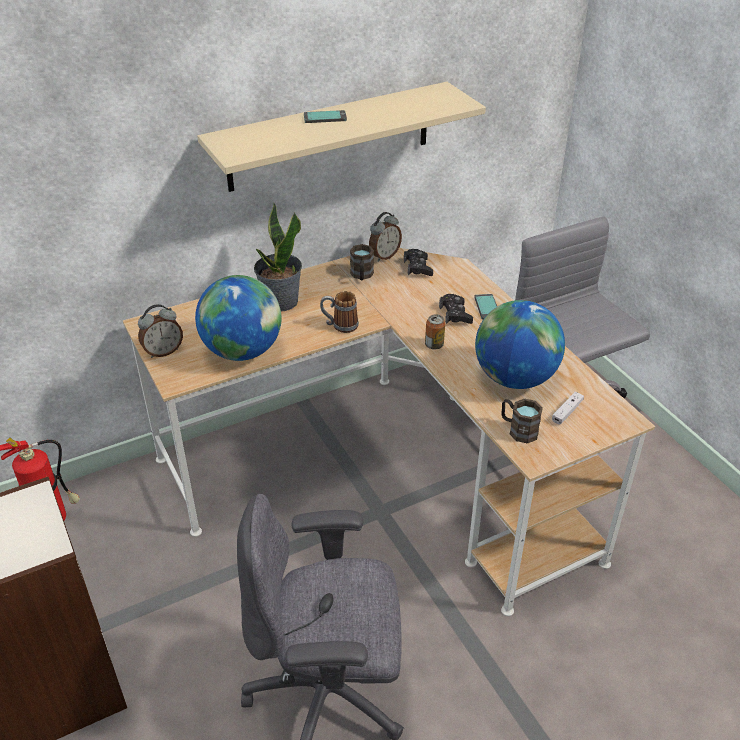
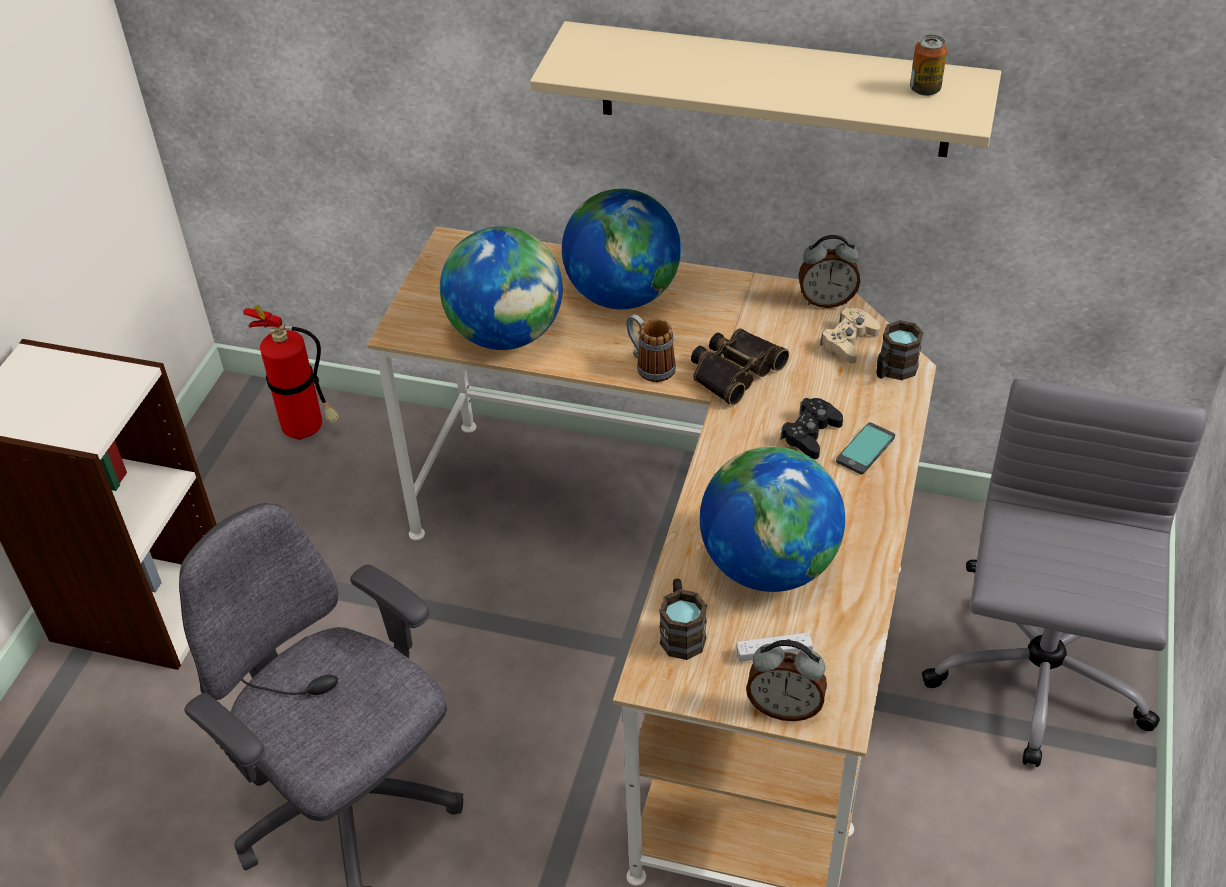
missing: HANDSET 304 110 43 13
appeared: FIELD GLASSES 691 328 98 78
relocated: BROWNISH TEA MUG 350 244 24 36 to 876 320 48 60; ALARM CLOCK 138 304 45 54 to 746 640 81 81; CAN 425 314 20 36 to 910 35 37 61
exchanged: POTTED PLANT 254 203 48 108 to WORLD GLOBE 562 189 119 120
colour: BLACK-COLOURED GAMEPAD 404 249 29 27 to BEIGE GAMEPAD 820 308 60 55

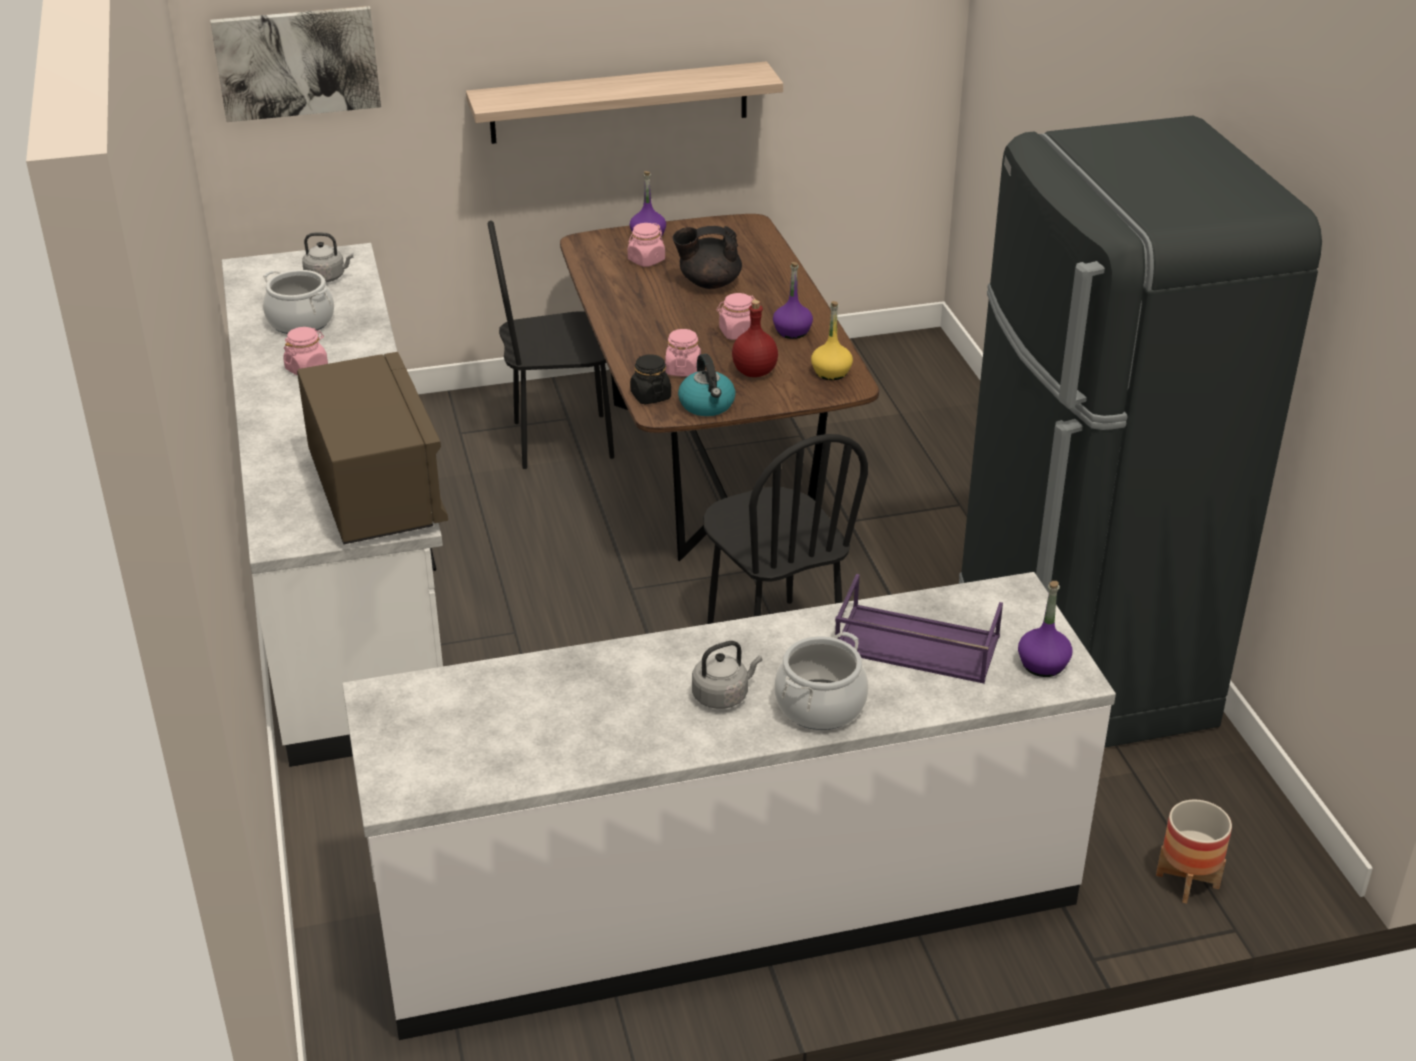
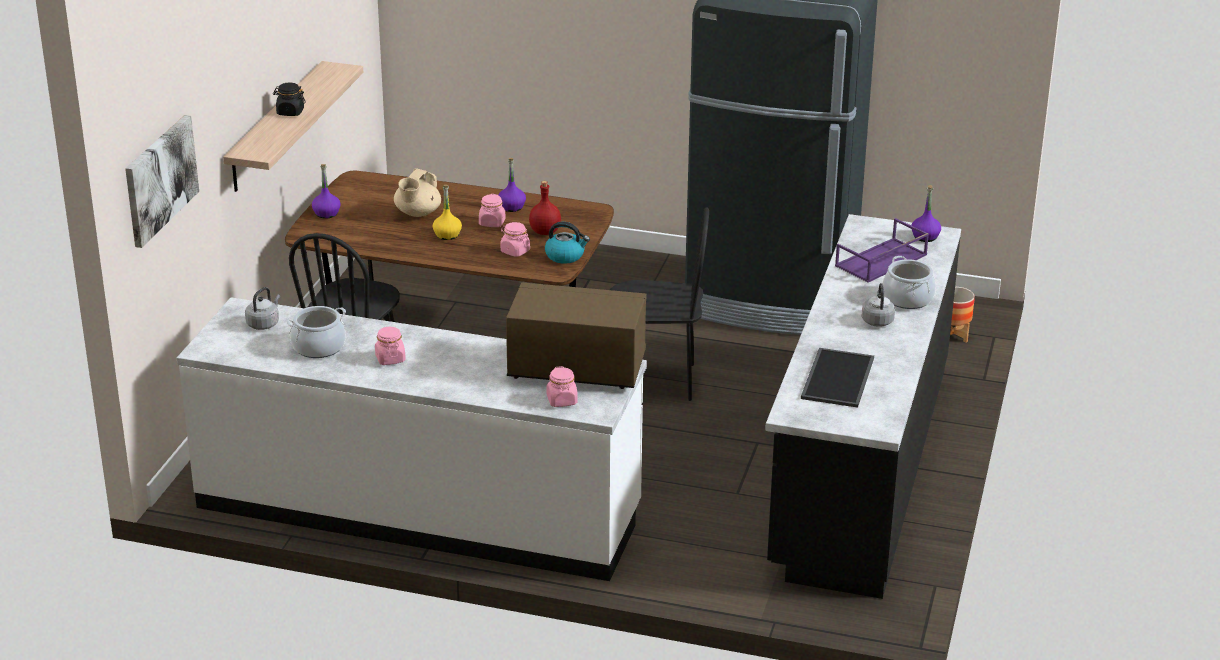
appeared: CARRYING TRAY 801 348 73 60
relocated: PINK JAR 628 223 37 44 to 547 366 31 41; YELLOWISH BEVERAGE BOTTLE 811 301 42 79 to 433 185 29 55; BLACK-COLOURED JAR 630 355 41 49 to 273 83 33 33
colour: BLACK-COLOURED TEA POT 673 226 69 63 to BEIGE TEA POT 394 168 47 49; WHITE KITCHEN BASE UNIT 342 572 774 468 to BLACK-COLOURED KITCHEN BASE UNIT 765 214 196 385

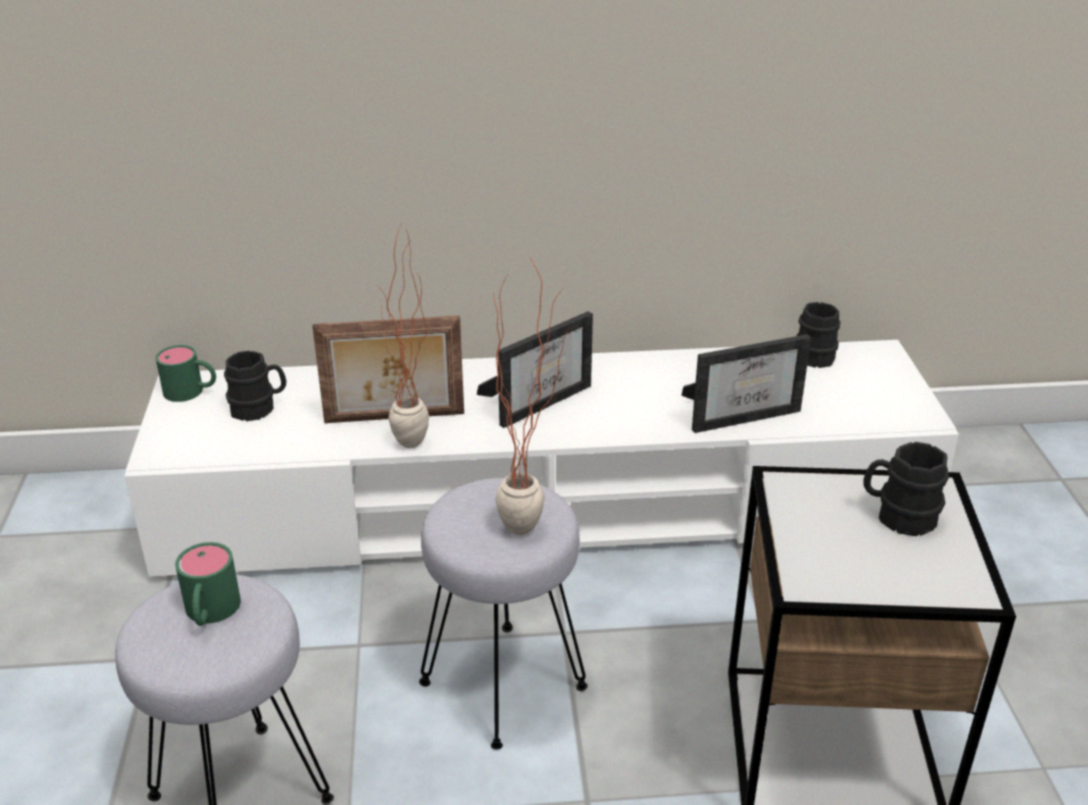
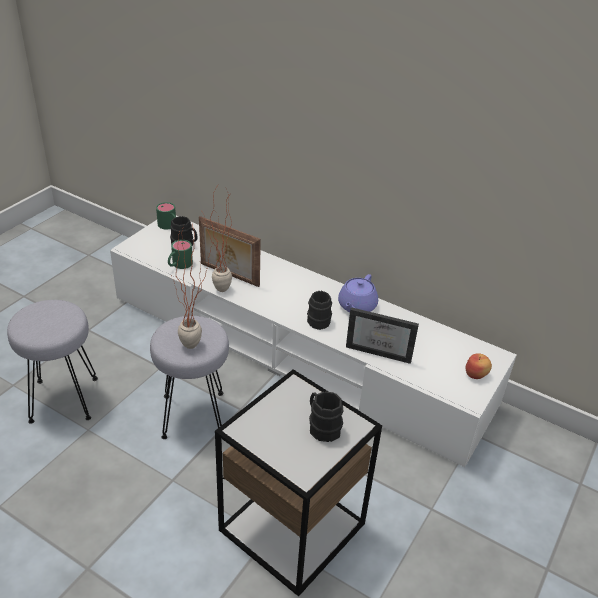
missing: PICTURE FRAME 477 311 116 117
appeared: PURPLE TEA POT 338 274 40 39; WHOLE APPLE 466 353 26 26
relocated: BLACK-COLOURED TEA MUG 797 302 43 66 to 307 291 25 39; GREENISH TEA MUG 175 542 66 84 to 168 240 25 29

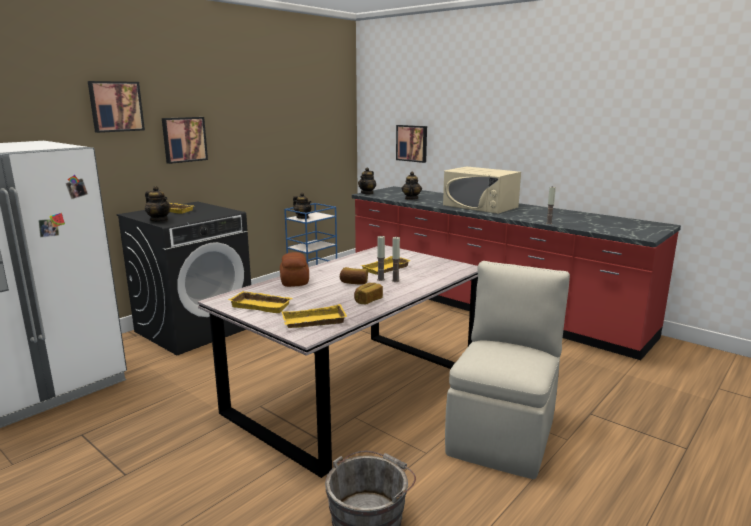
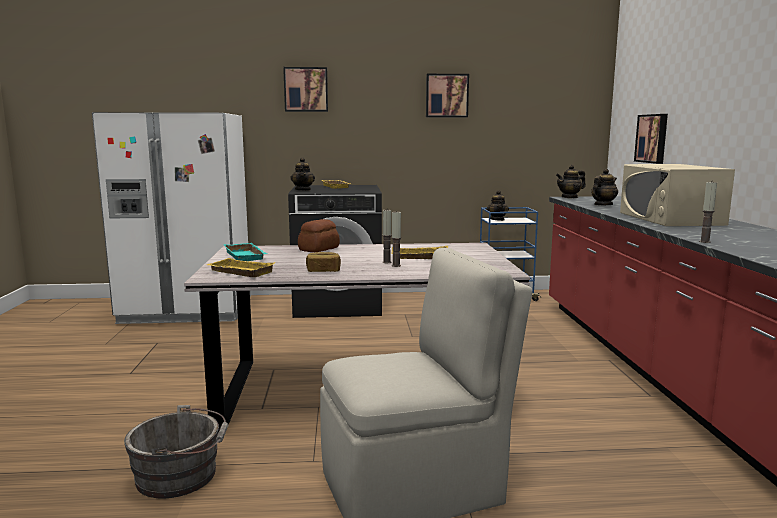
missing: BAKERY BREAD 340 267 28 18
relocated: WALL PICTURE 162 117 46 47 to 426 74 43 43
colour: YELLOWISH CARRYING TRAY 228 291 65 22 to TURQUOISE CARRYING TRAY 224 243 43 18

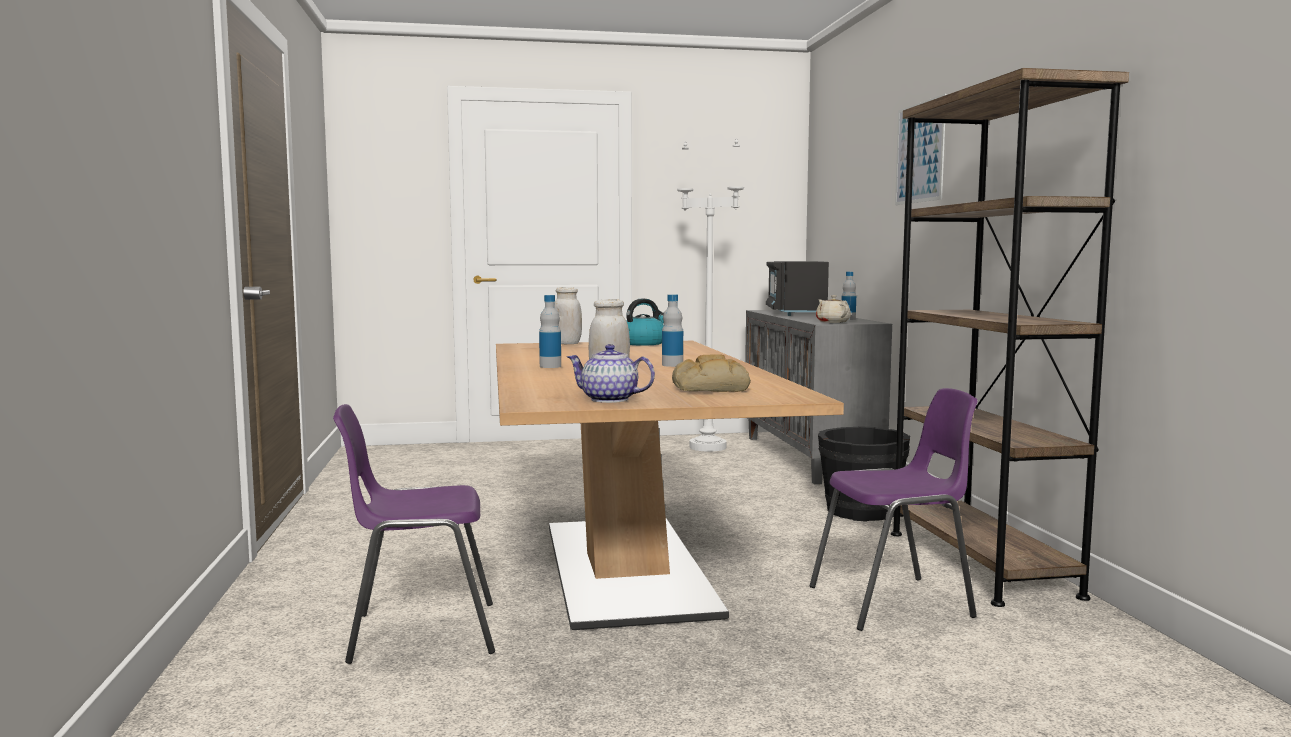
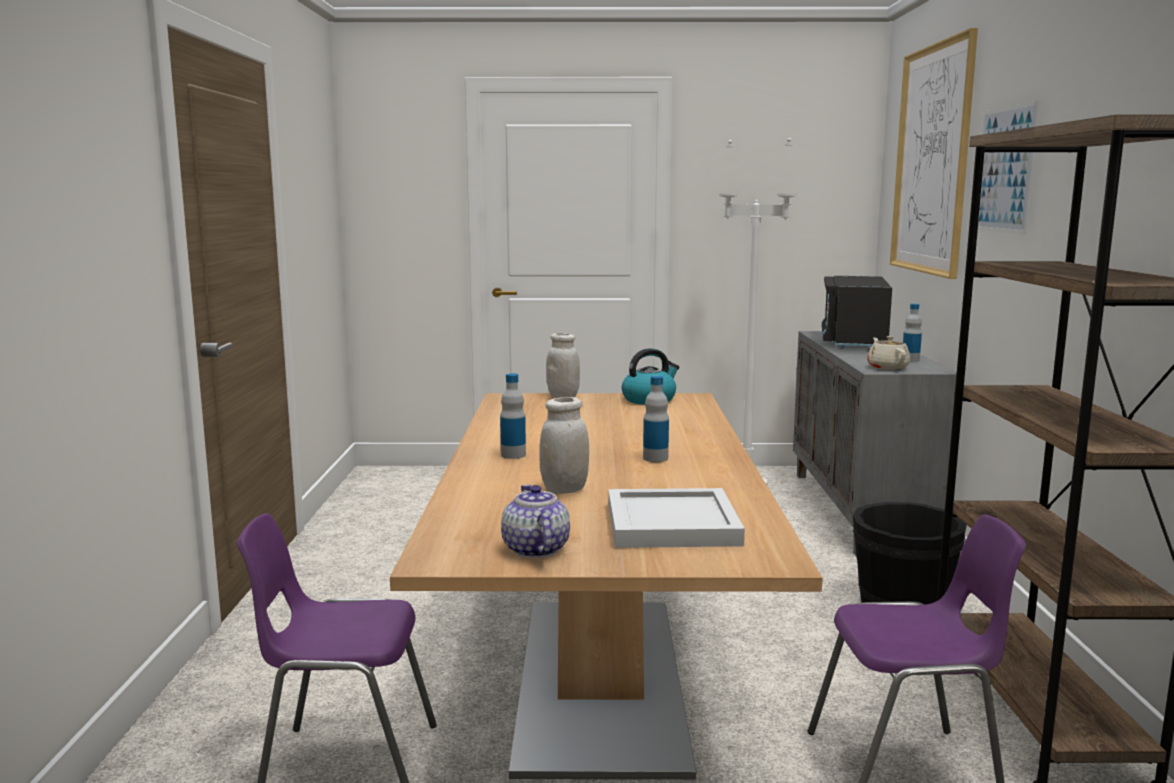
appeared: WALL PICTURE 890 28 88 251
exchanged: BAKERY BREAD 672 354 79 38 to WHITE CARRYING TRAY 608 488 137 60
spun: TEA POT 567 344 88 59 = 501 485 69 73 45 degrees clockwise

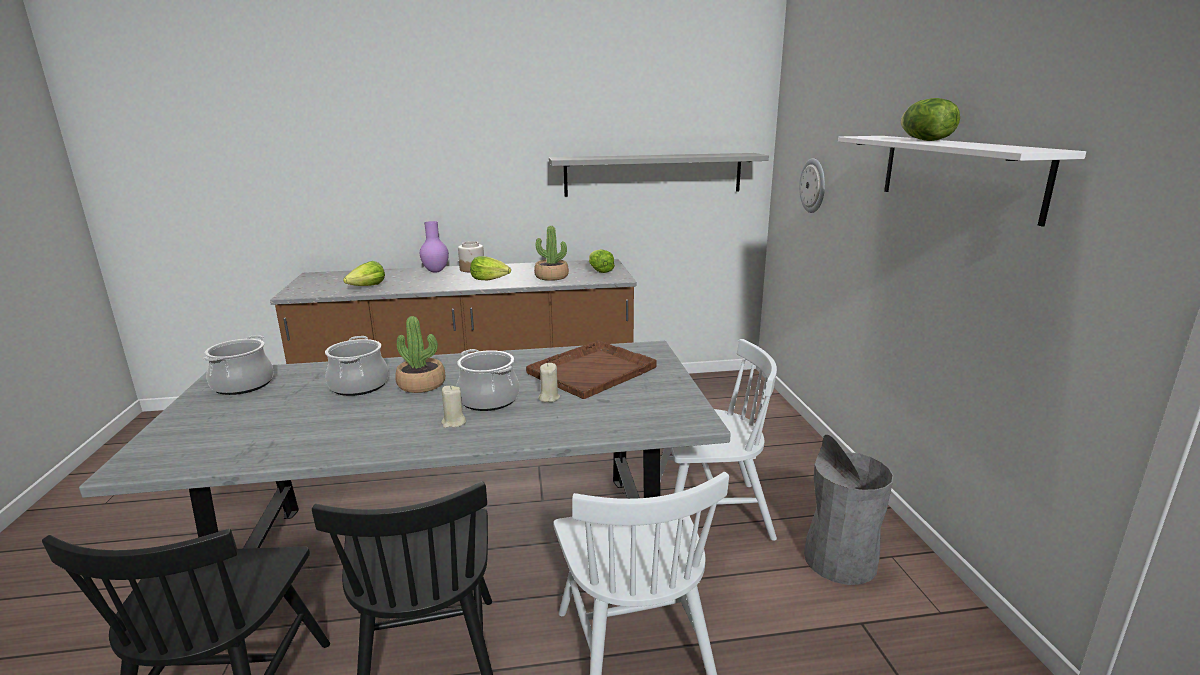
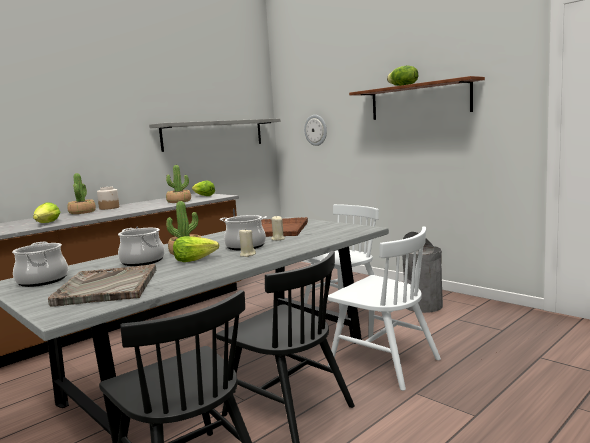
appeared: GREYISH CARRYING TRAY 48 264 108 42
relocated: LETTUCE 470 256 41 24 to 173 236 46 26
exchanged: PURPLE FLOWER VASE 420 221 29 51 to POTTED PLANT 67 173 29 41
colour: WHITE WALL SHELF 838 136 248 90 to BROWNISH WALL SHELF 349 76 136 44

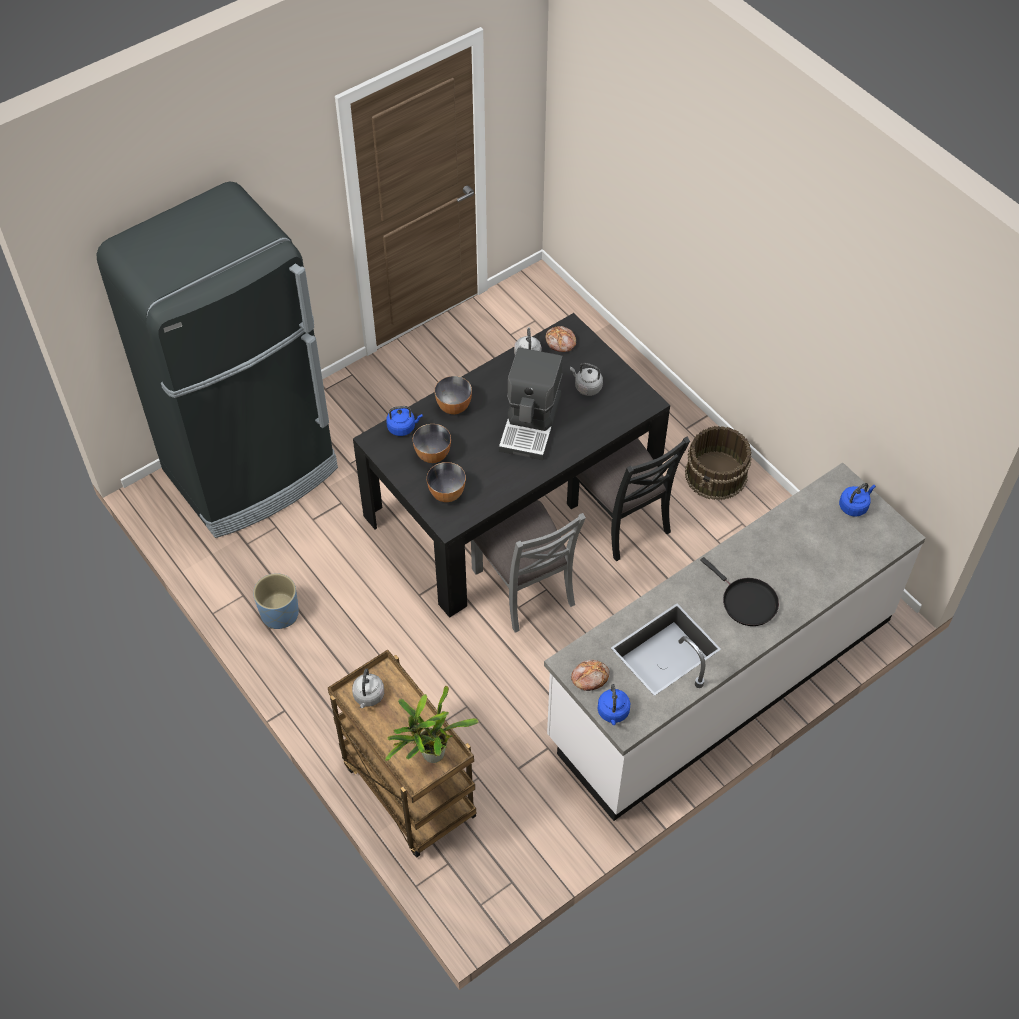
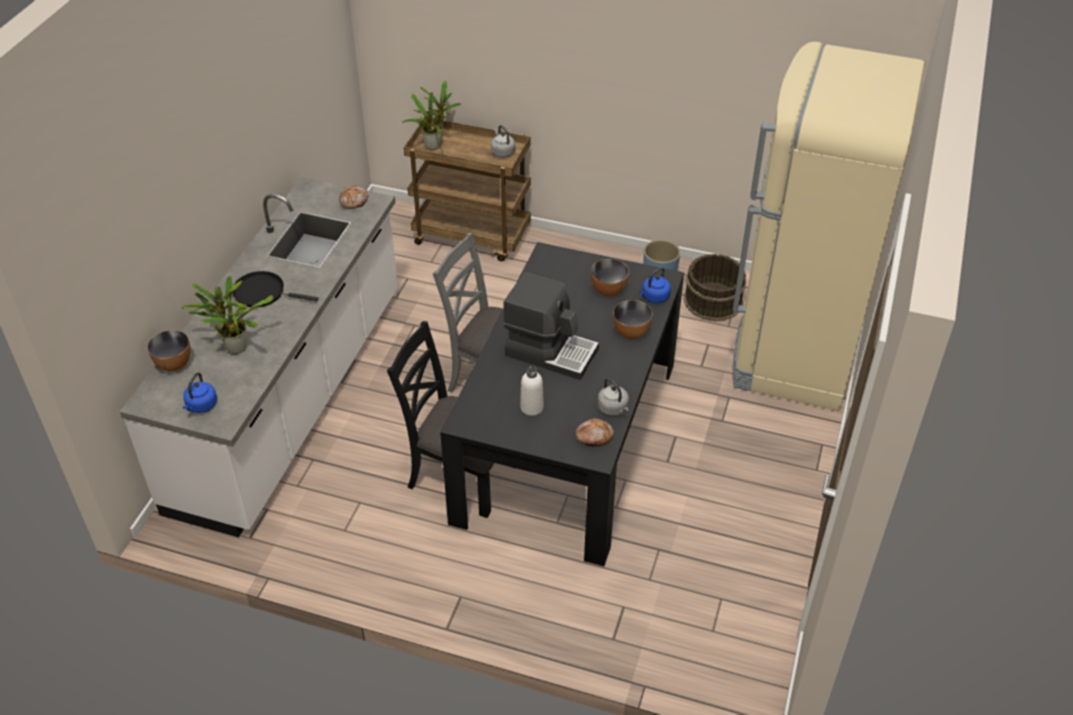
missing: BLUE KETTLE 597 684 34 41
appeared: POTTED PLANT 181 276 93 78
relocated: BROWNISH BUCKET 685 426 67 74 to 684 254 62 68; DEEP DISH 427 462 39 40 to 147 330 44 42
exchanged: GREYISH KETTLE 570 363 33 33 to WHITE BEVERAGE BOTTLE 520 366 24 50
colour: BLACK-COLOURED REFRIGERATOR 96 181 242 357 to BEIGE REFRIGERATOR 732 42 193 369
spun: COFFEE MAKER 499 347 64 113 = 503 272 96 108 135 degrees clockwise

